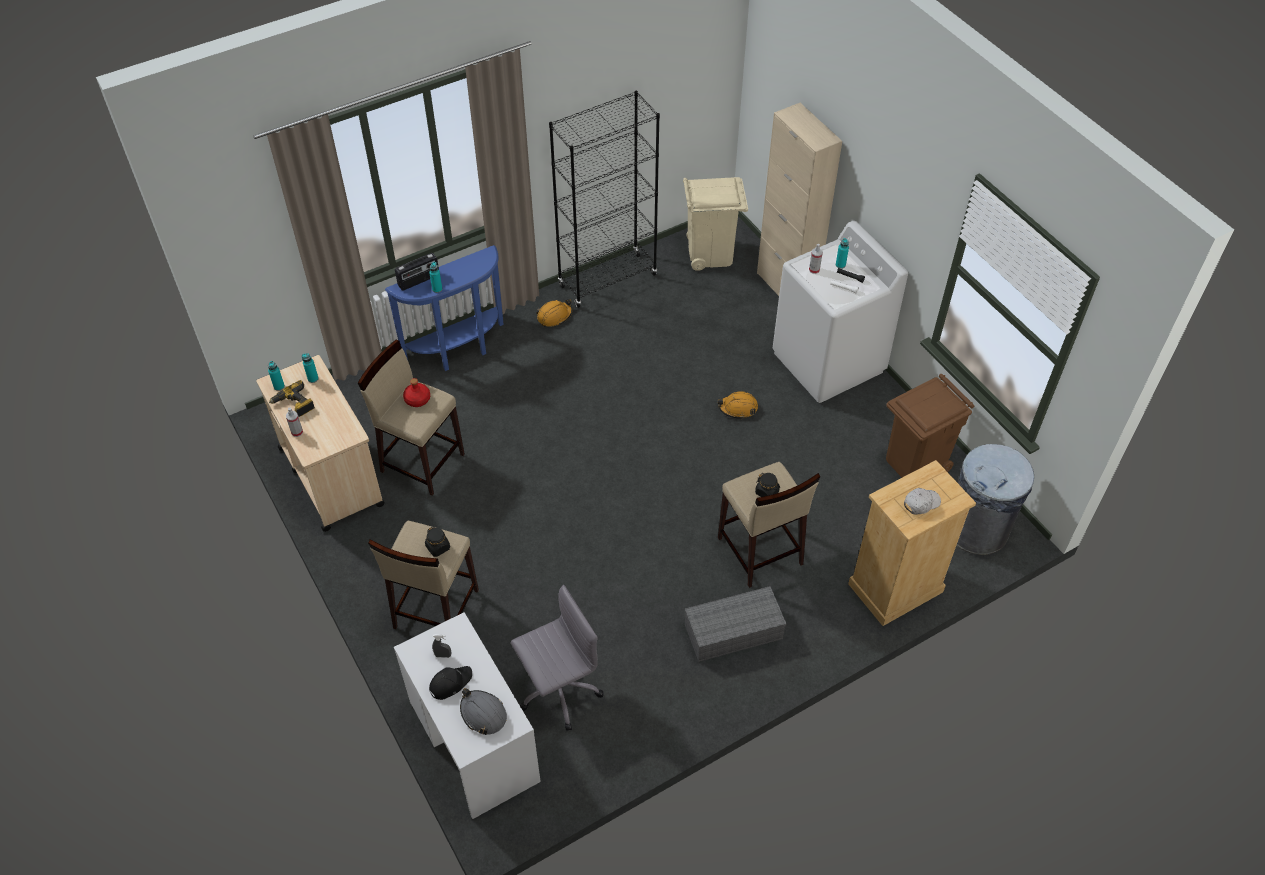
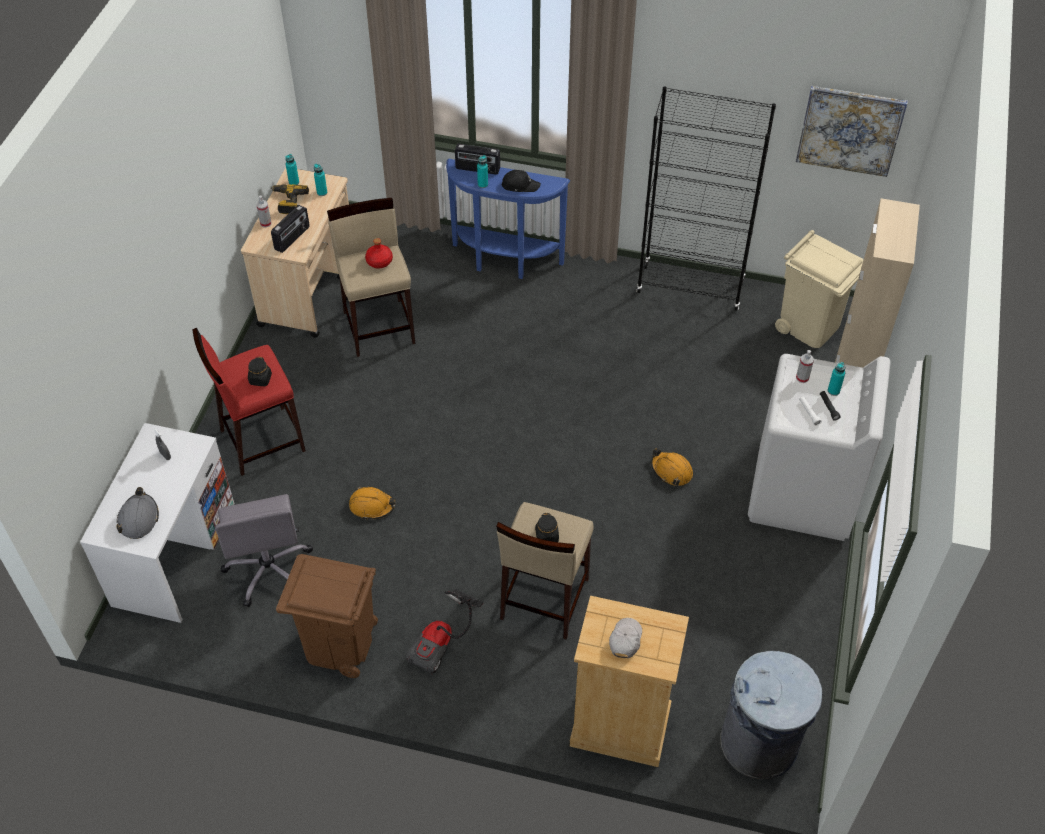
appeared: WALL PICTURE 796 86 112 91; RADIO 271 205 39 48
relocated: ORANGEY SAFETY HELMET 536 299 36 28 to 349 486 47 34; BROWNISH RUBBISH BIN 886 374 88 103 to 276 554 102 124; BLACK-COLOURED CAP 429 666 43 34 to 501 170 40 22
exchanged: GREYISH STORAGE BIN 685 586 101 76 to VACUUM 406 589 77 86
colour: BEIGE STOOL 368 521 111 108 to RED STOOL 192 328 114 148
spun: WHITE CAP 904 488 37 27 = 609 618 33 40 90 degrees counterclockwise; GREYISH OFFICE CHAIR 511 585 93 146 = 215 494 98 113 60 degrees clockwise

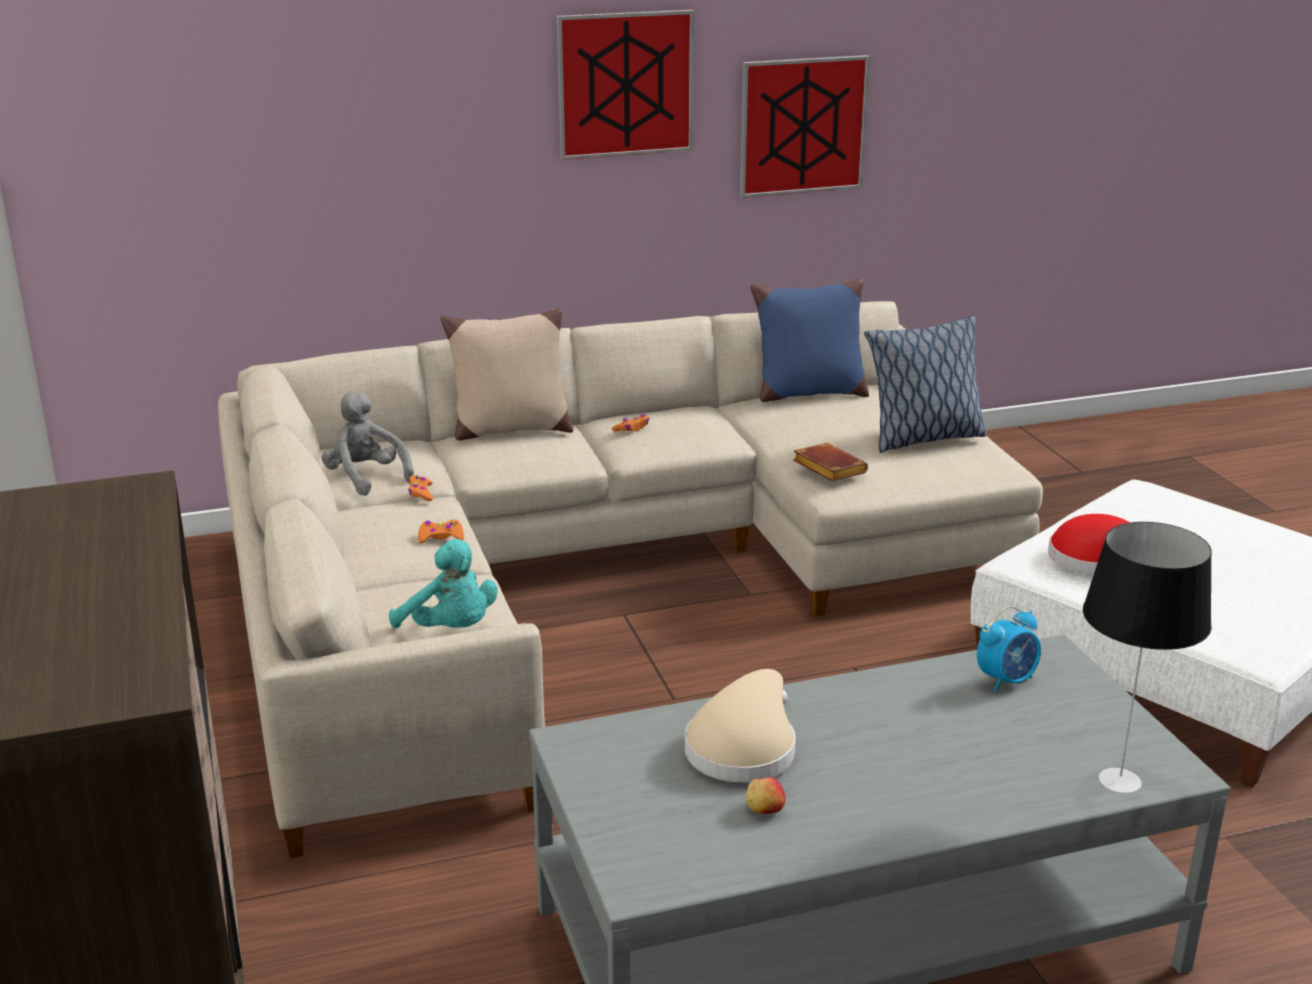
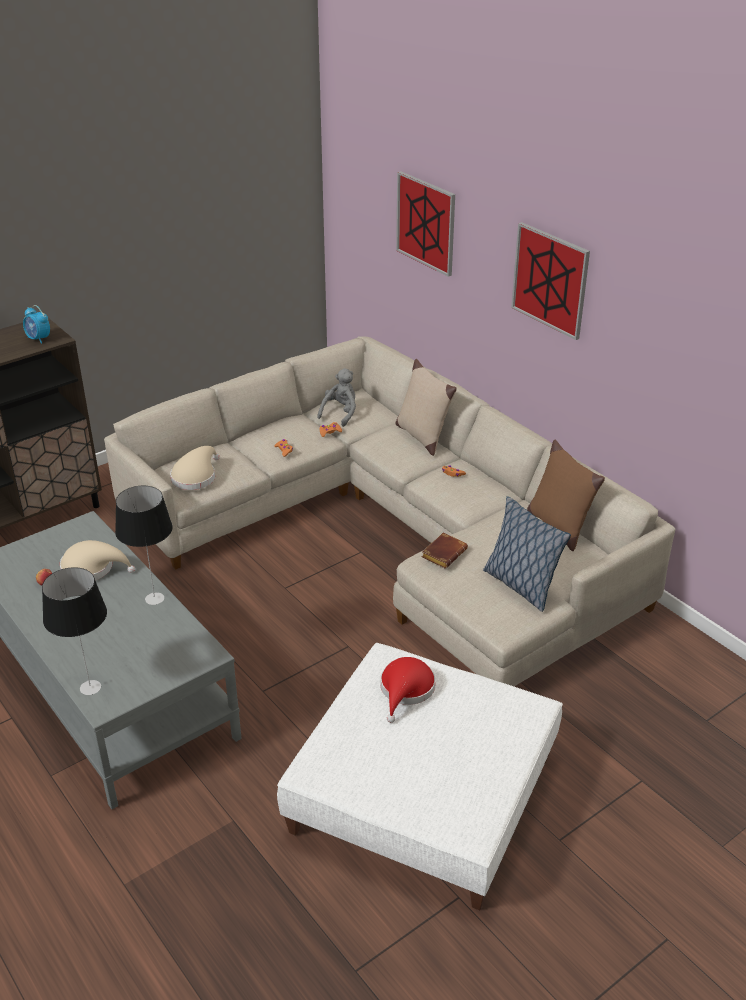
appeared: LAMP FOR A TABLE 115 486 58 119
relocated: WALL PICTURE 740 55 130 143 to 396 171 59 106; ALARM CLOCK 977 606 64 86 to 23 305 27 39
exchanged: TURQUOISE CUDDLY TOY 389 539 108 89 to BEIGE CLOTHING HAT 170 446 50 44
colour: BLUE CUSHION 750 278 119 124 to BROWNISH CUSHION 527 440 78 111

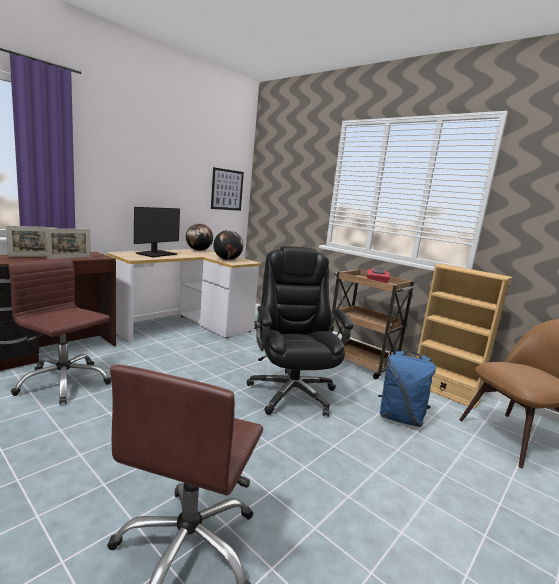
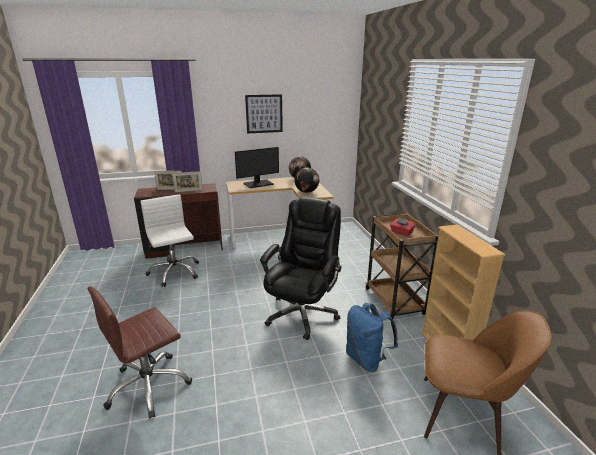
relocated: WALL PICTURE 211 167 33 44 to 245 94 38 40
colour: BROWNISH OFFICE CHAIR 8 258 103 147 to WHITE OFFICE CHAIR 140 195 59 92

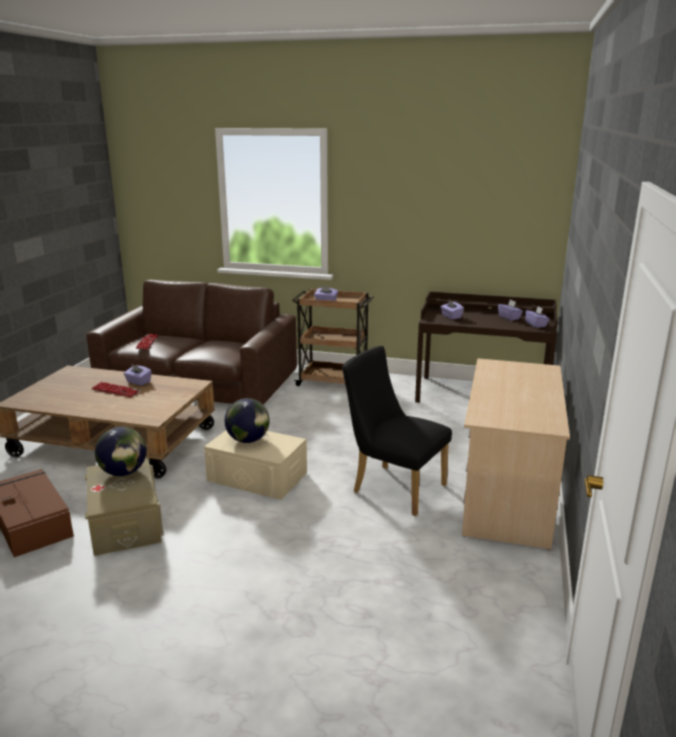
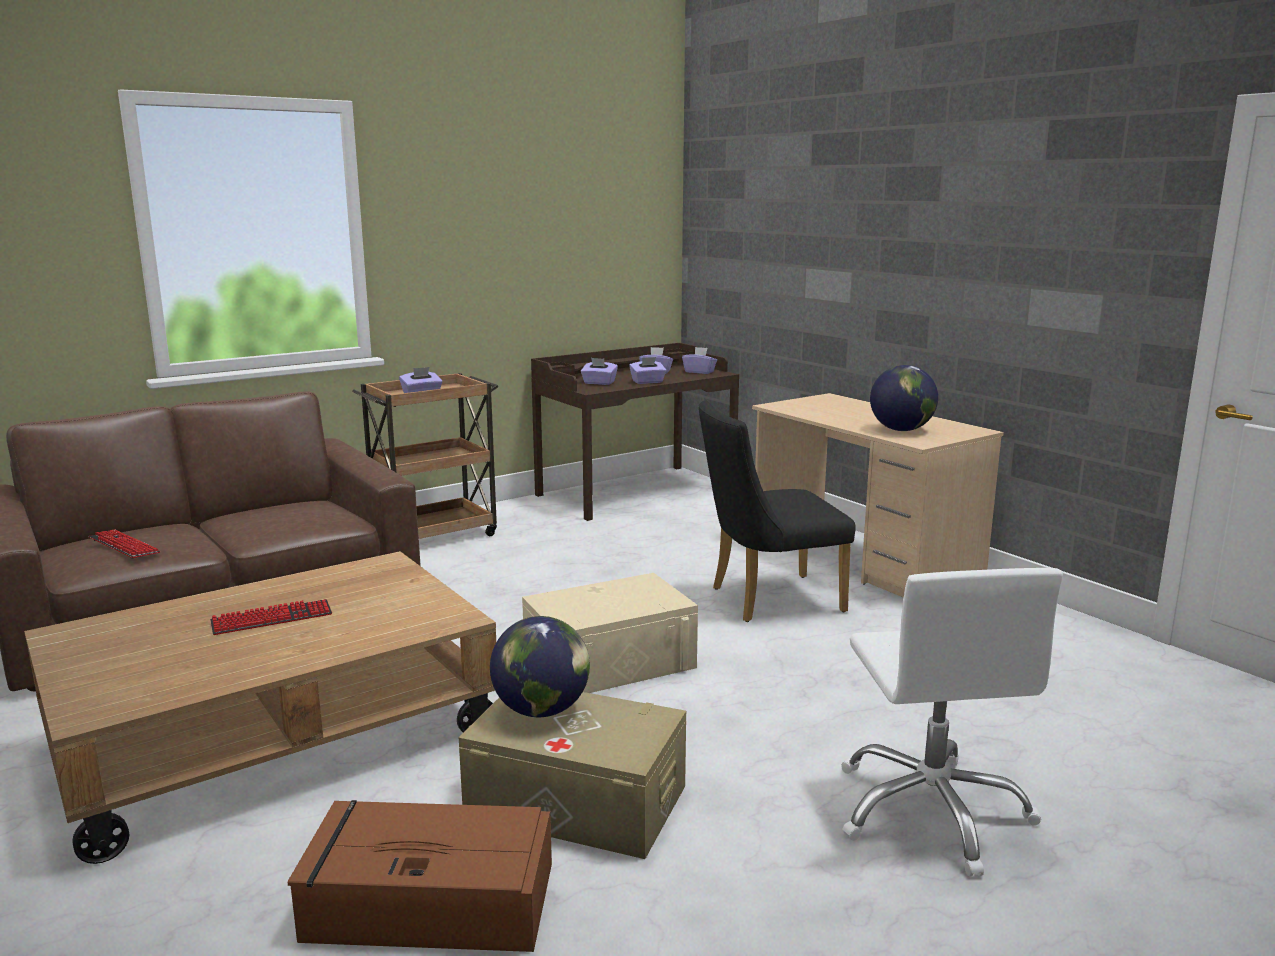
appeared: WHITE OFFICE CHAIR 841 568 222 309
relocated: PURPLE BOX OF TISSUES 124 364 28 22 to 629 357 37 27; WORLD GLOBE 225 398 45 45 to 870 365 68 66

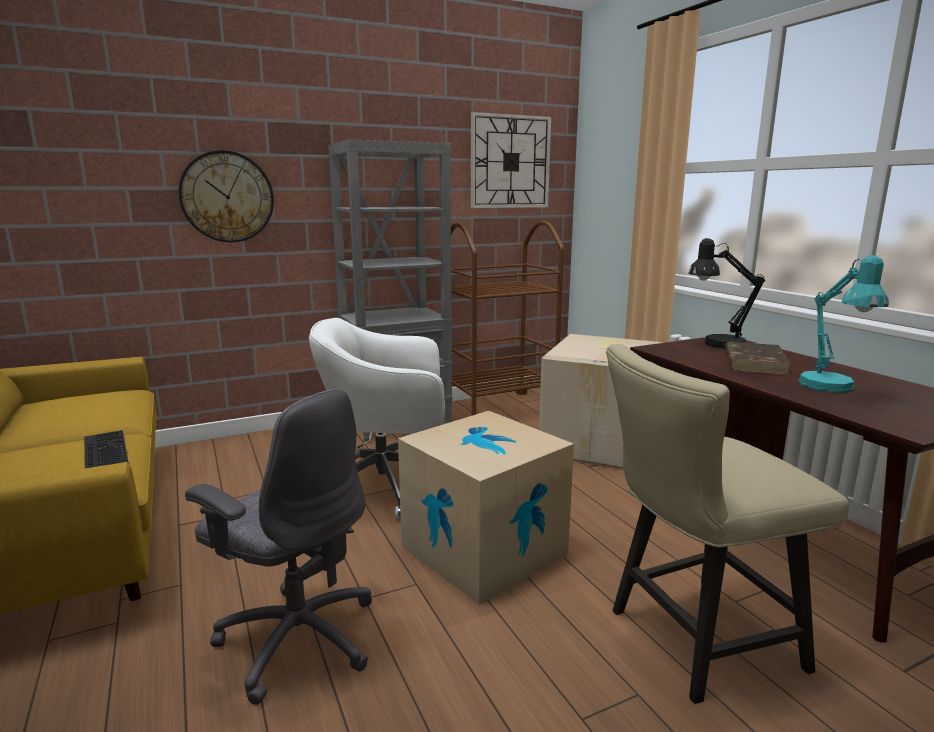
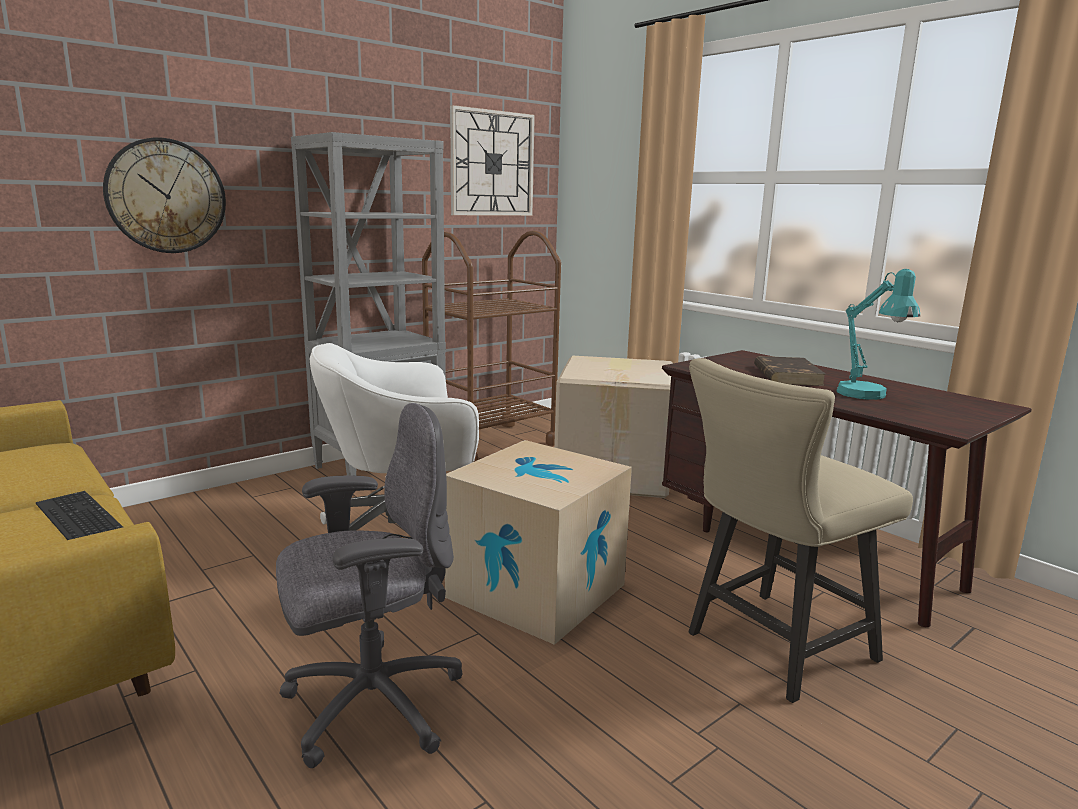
missing: BLACK-COLOURED LAMP FOR A TABLE 688 238 77 111
spun: GREYISH OFFICE CHAIR 185 389 187 316 = 276 403 186 365 45 degrees counterclockwise

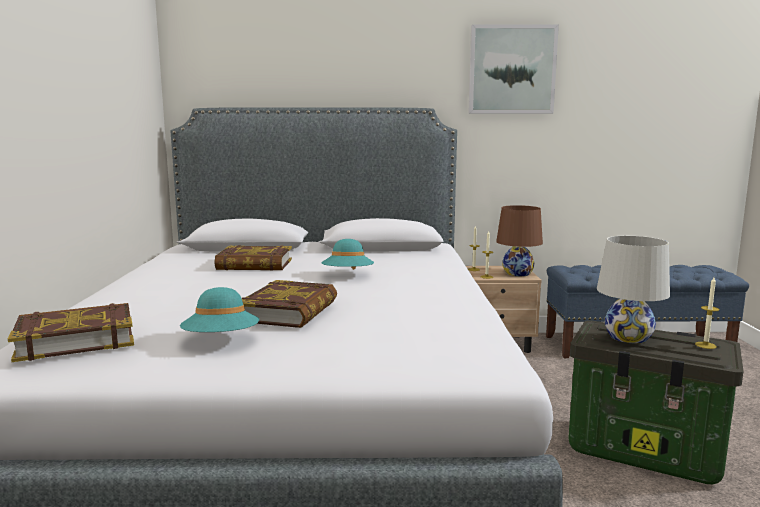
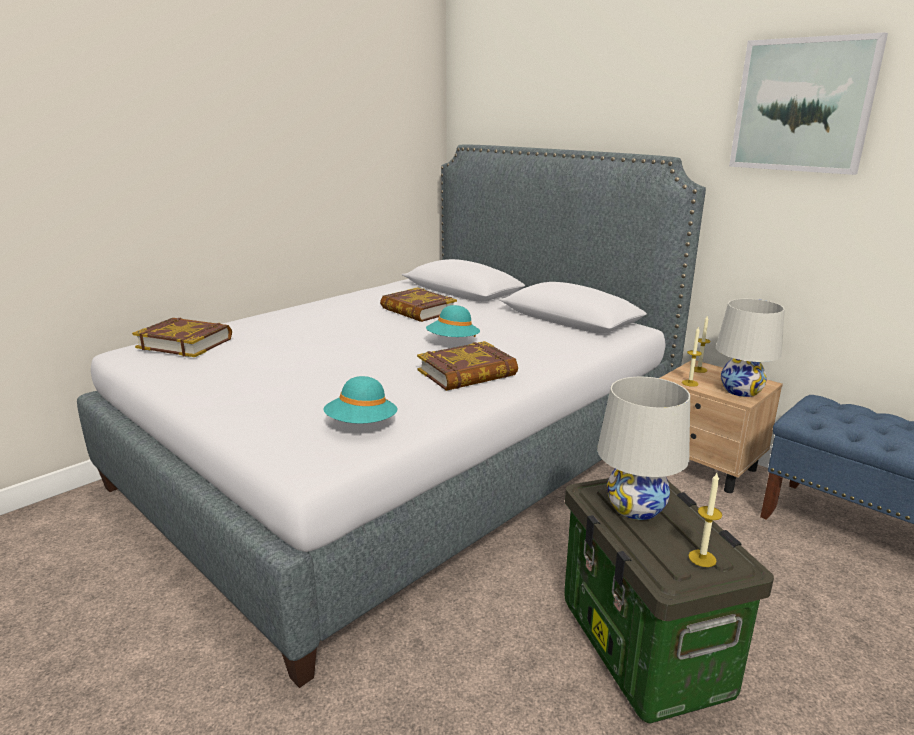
relocated: VOLUME 242 280 95 48 to 417 341 101 50; TURQUOISE CLOTHING HAT 180 287 79 45 to 323 376 74 48
colour: BROWNISH LAMP FOR A TABLE 496 205 47 71 to WHITE LAMP FOR A TABLE 716 299 69 98

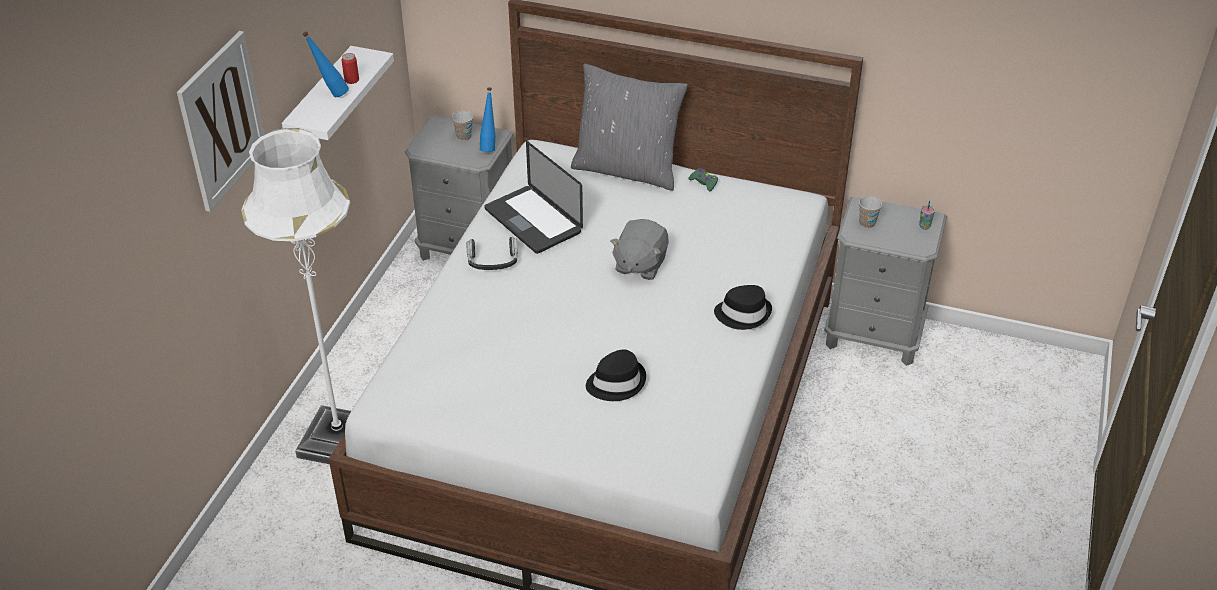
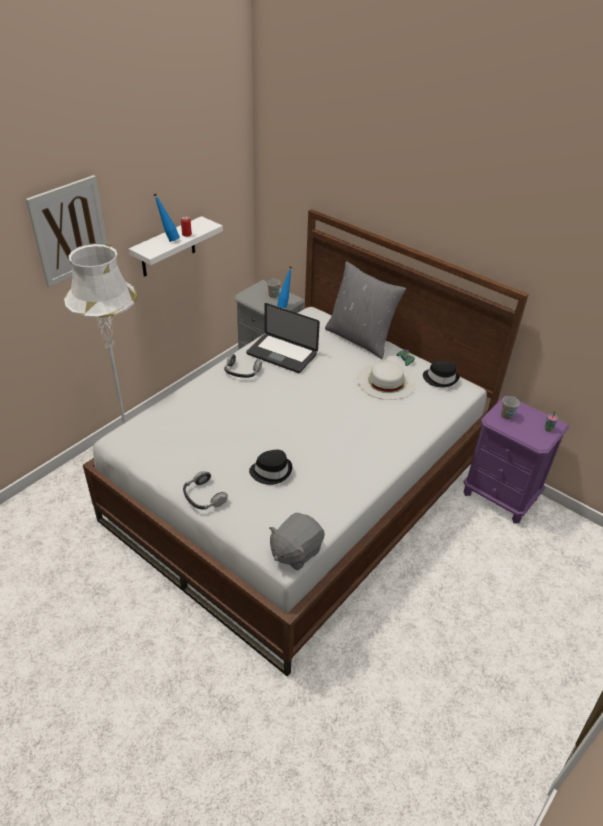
appeared: WHITE CLOTHING HAT 357 361 59 39; HEADSET 183 471 45 39
relocated: GREYISH CUDDLY TOY 610 219 59 61 to 269 513 56 57; BLACK-COLOURED CLOTHING HAT 714 285 58 45 to 423 360 36 27
colour: GREYISH NIGHTSTAND 824 196 123 170 to PURPLE NIGHTSTAND 463 395 106 129
spun: LAPTOP 484 141 99 113 = 246 303 74 70 45 degrees counterclockwise

